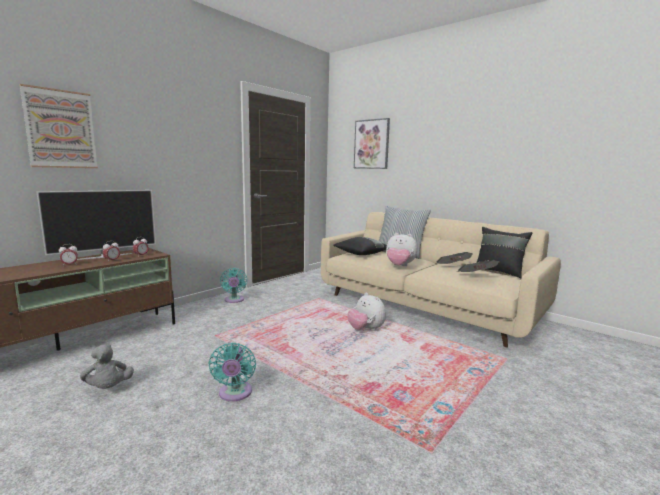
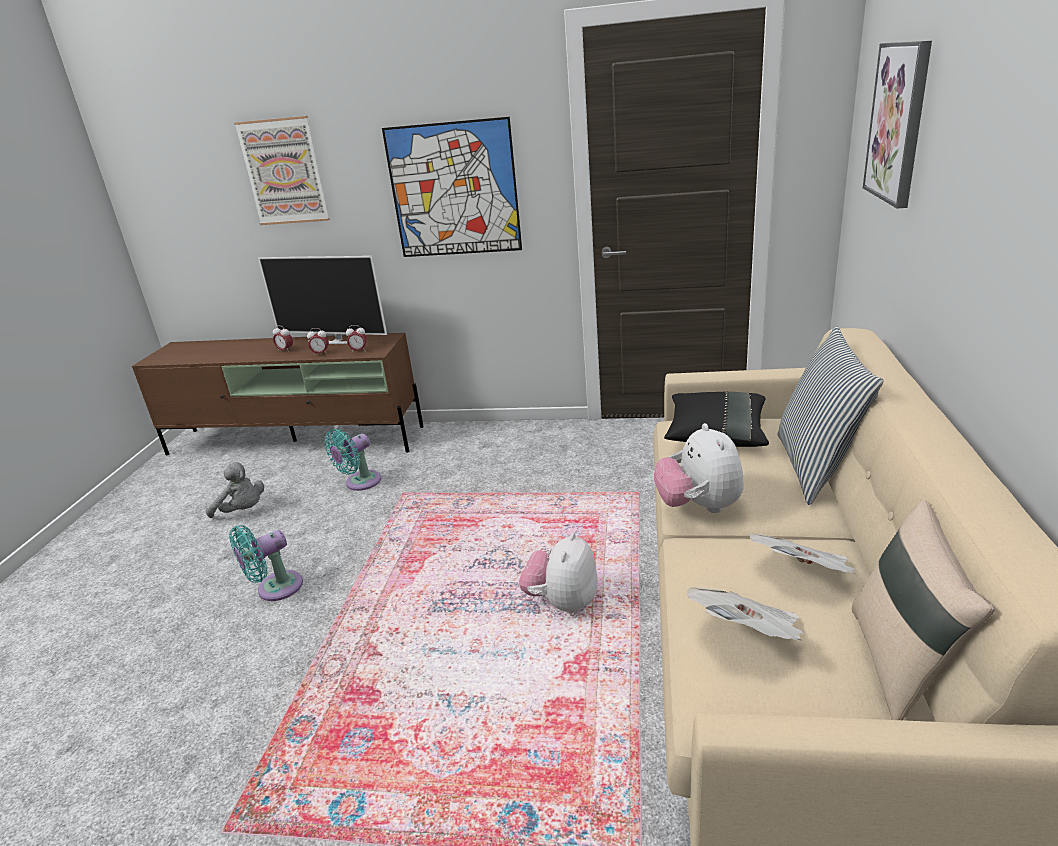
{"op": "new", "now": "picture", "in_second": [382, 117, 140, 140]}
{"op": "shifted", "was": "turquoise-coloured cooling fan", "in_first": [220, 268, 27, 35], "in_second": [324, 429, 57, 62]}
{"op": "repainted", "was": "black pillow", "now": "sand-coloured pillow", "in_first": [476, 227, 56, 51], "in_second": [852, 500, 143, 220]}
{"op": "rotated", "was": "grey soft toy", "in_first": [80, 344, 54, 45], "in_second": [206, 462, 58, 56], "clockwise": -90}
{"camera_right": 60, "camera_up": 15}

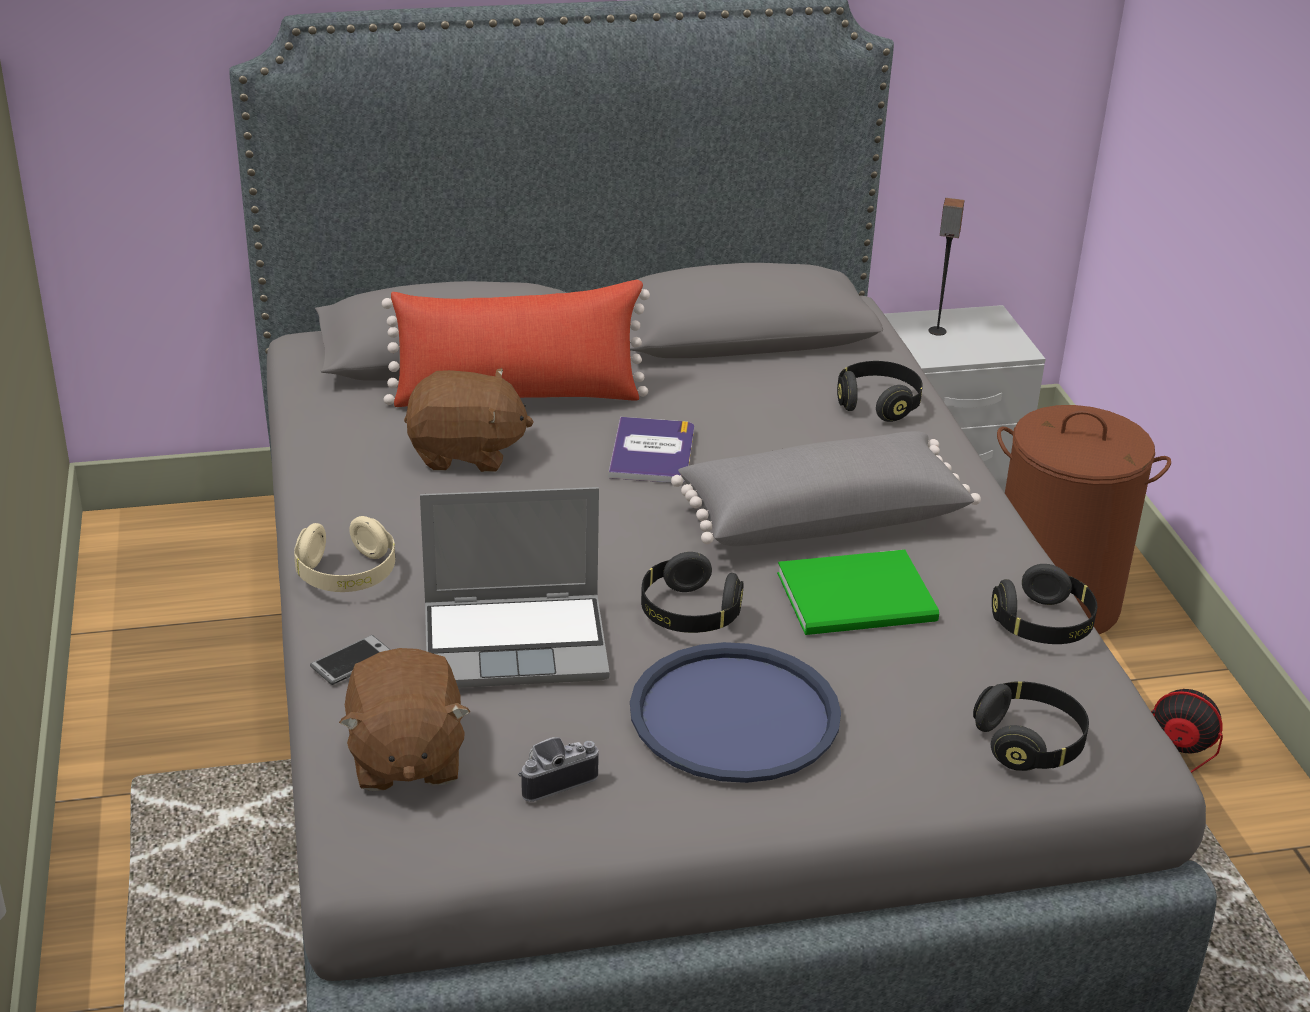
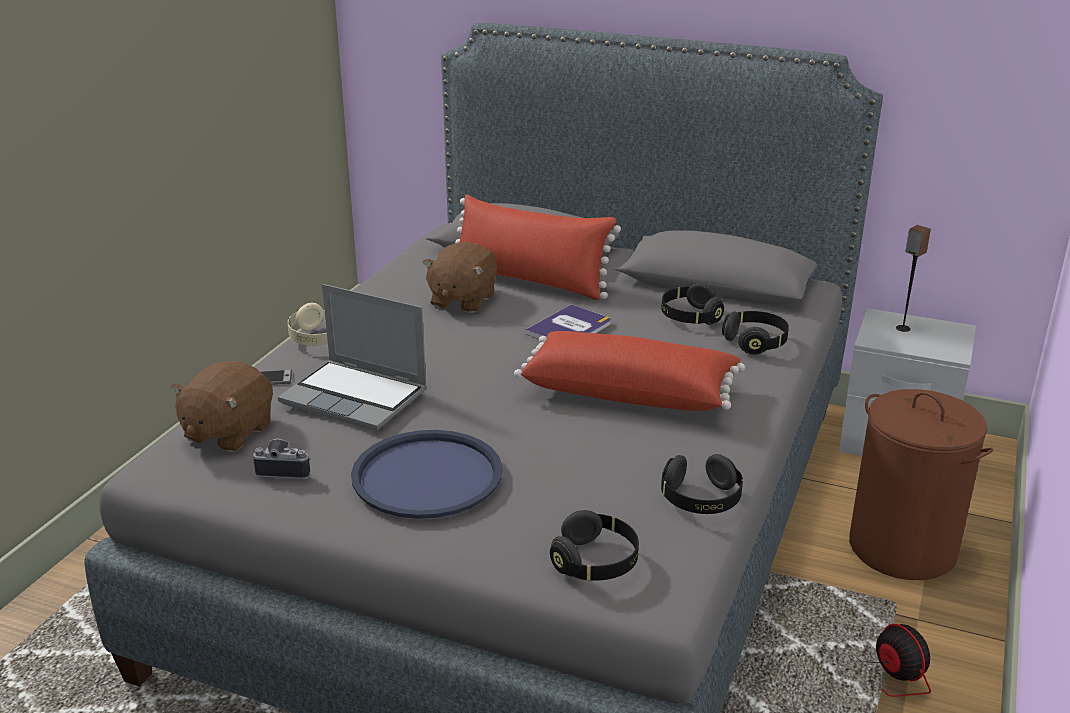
{"op": "gone", "was": "green-coloured volume", "in_first": [777, 550, 162, 85]}
{"op": "shifted", "was": "black headset", "in_first": [641, 552, 103, 81], "in_second": [662, 283, 62, 42]}
{"op": "repainted", "was": "grey pillow", "now": "red-coloured pillow", "in_first": [671, 431, 310, 115], "in_second": [514, 331, 231, 80]}
{"op": "rotated", "was": "brown soft toy", "in_first": [404, 368, 130, 104], "in_second": [422, 242, 75, 71], "clockwise": 75}
{"camera_right": 35, "camera_up": -5}

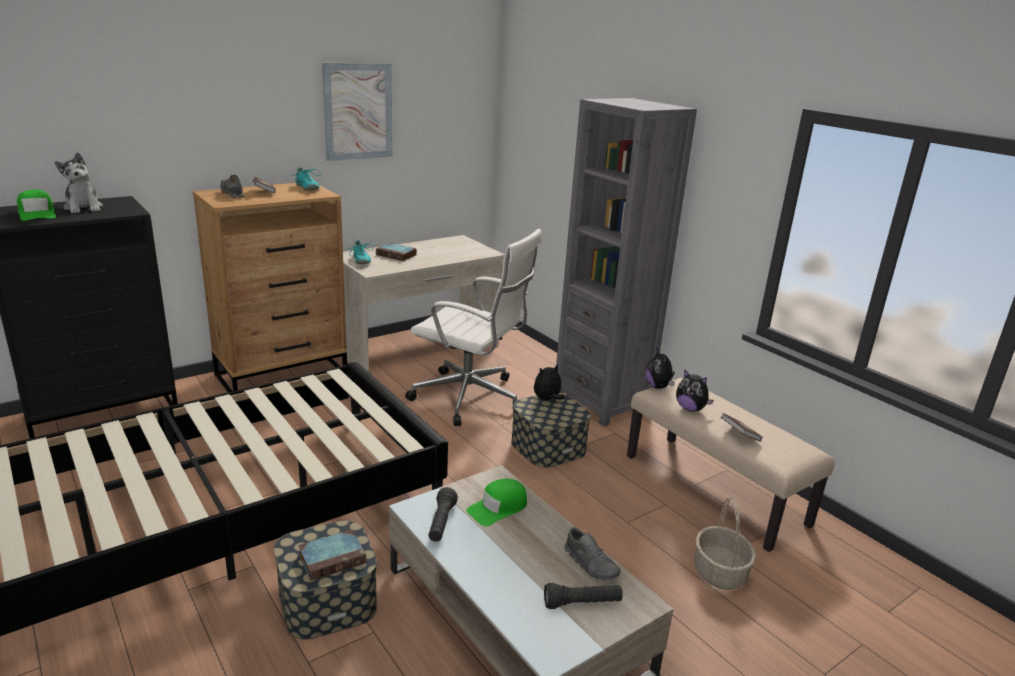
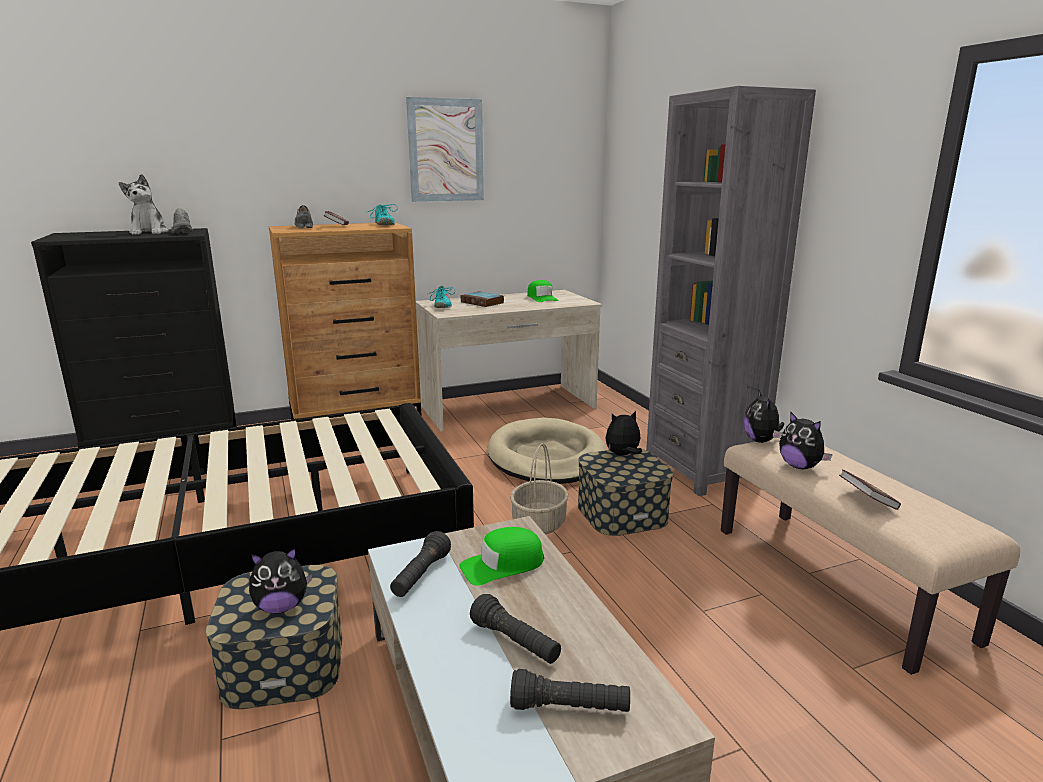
{"op": "new", "now": "black hand torch", "in_second": [470, 594, 91, 70]}
{"op": "shifted", "was": "green-coloured peaked cap", "in_first": [17, 189, 39, 32], "in_second": [527, 280, 32, 22]}
{"op": "shifted", "was": "grey shoe", "in_first": [564, 527, 56, 53], "in_second": [171, 208, 22, 26]}
{"op": "shifted", "was": "household basket", "in_first": [694, 497, 62, 93], "in_second": [510, 443, 59, 92]}
{"op": "swapped", "was": "volume", "now": "soft toy", "in_first": [298, 530, 68, 51], "in_second": [249, 548, 63, 65]}
{"op": "swapped", "was": "white-coloured desk chair", "now": "sand-coloured pet bed", "in_first": [405, 229, 137, 197], "in_second": [487, 417, 119, 67]}
{"camera_right": 15, "camera_up": -5}

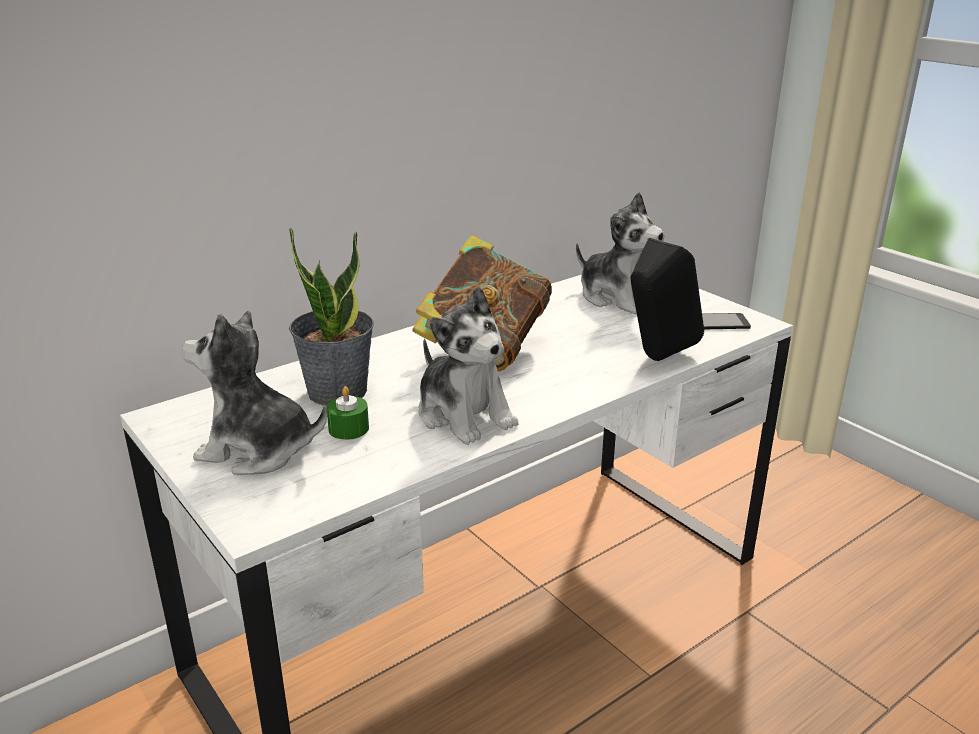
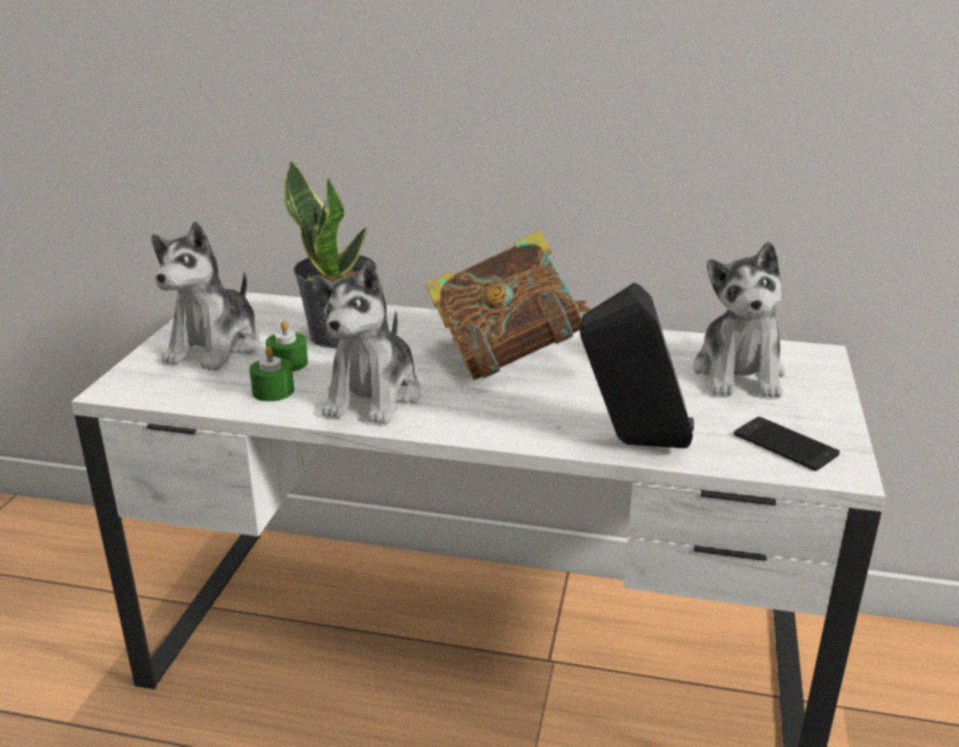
{"op": "new", "now": "green-coloured wax light", "in_second": [249, 346, 45, 55]}
{"op": "rotated", "was": "soft toy", "in_first": [181, 310, 146, 165], "in_second": [151, 221, 109, 150], "clockwise": -135}
{"camera_right": 50, "camera_up": 0}

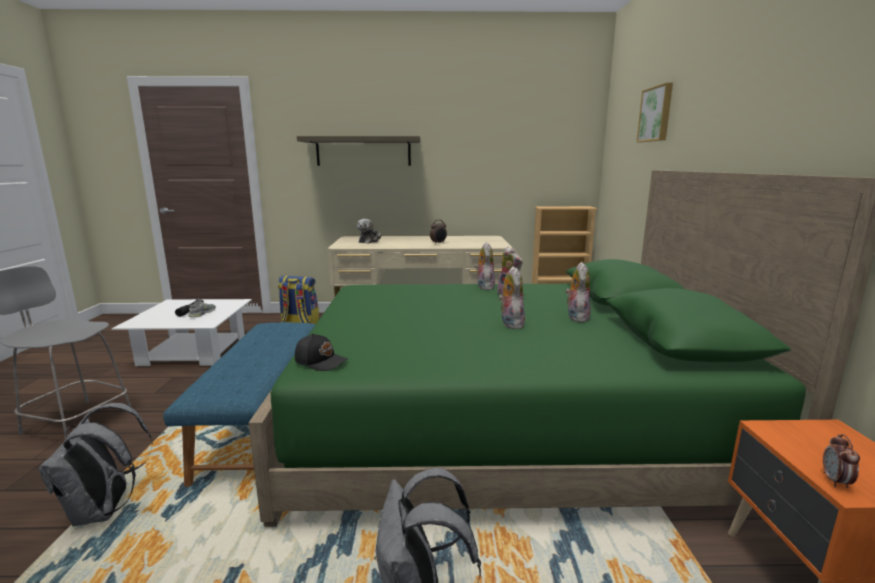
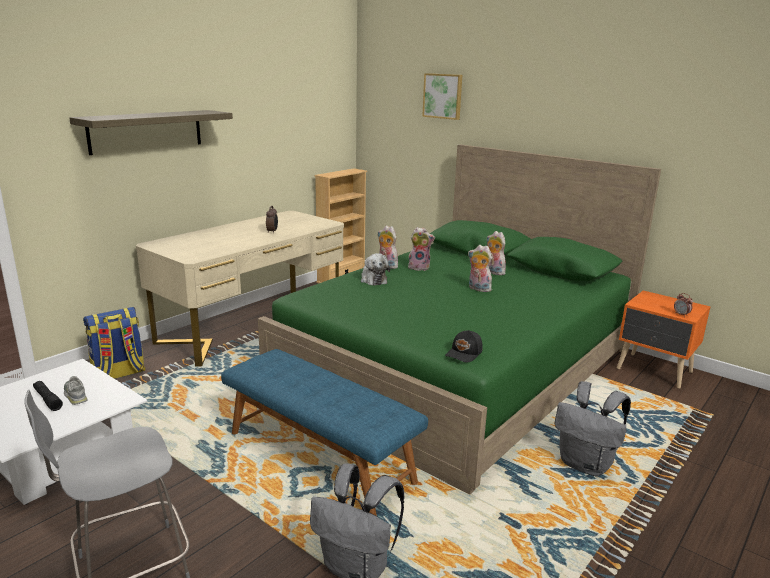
{"op": "shifted", "was": "soft toy", "in_first": [357, 219, 25, 25], "in_second": [361, 253, 29, 33]}
{"op": "rotated", "was": "black peaked cap", "in_first": [295, 334, 53, 37], "in_second": [445, 330, 38, 32], "clockwise": 150}
{"camera_right": -50, "camera_up": 5}

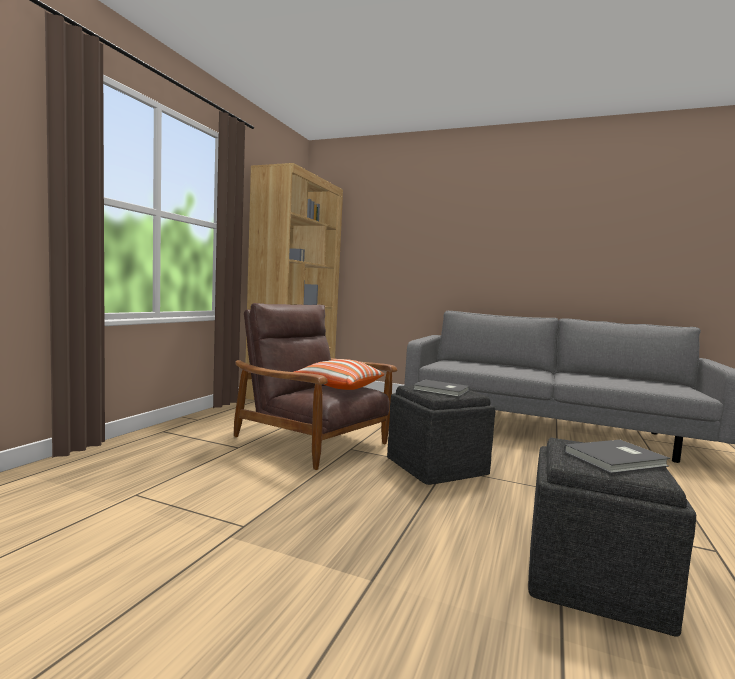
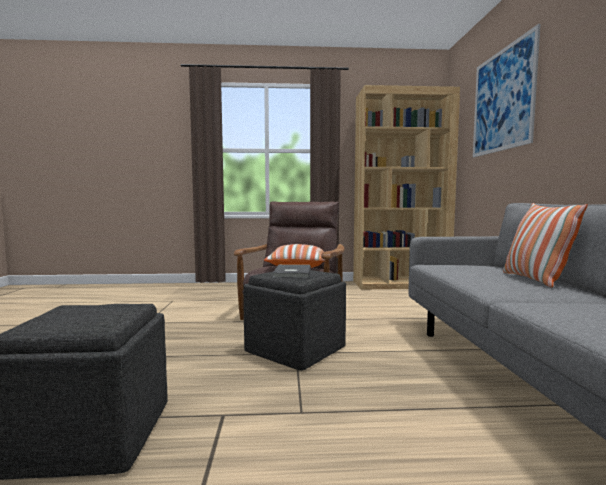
{"op": "gone", "was": "grey volume", "in_first": [564, 440, 106, 34]}
{"op": "new", "now": "picture", "in_second": [473, 24, 67, 133]}
{"op": "new", "now": "pillow", "in_second": [503, 203, 85, 84]}
{"camera_right": 65, "camera_up": 0}

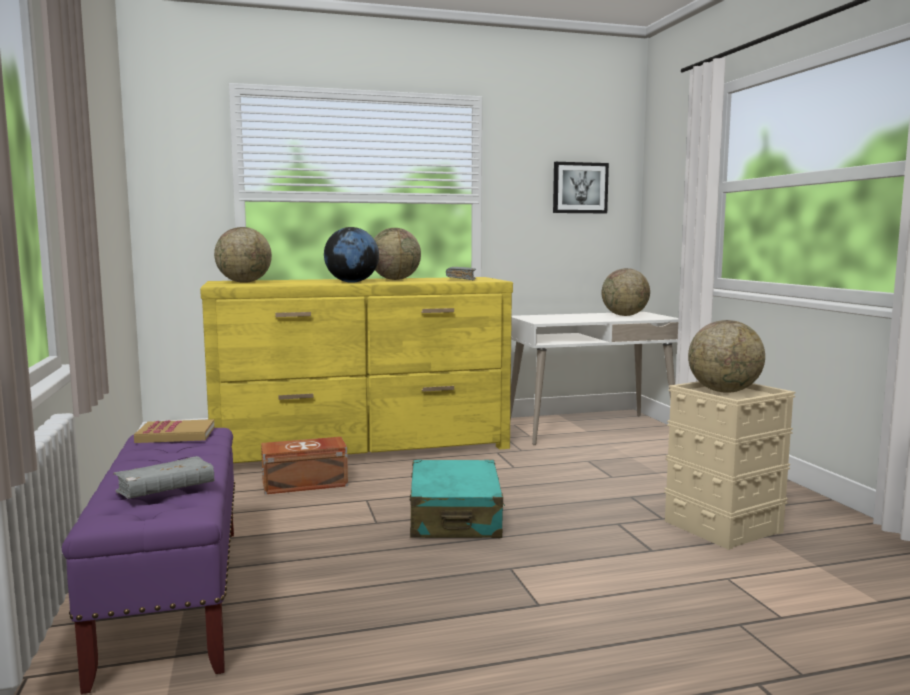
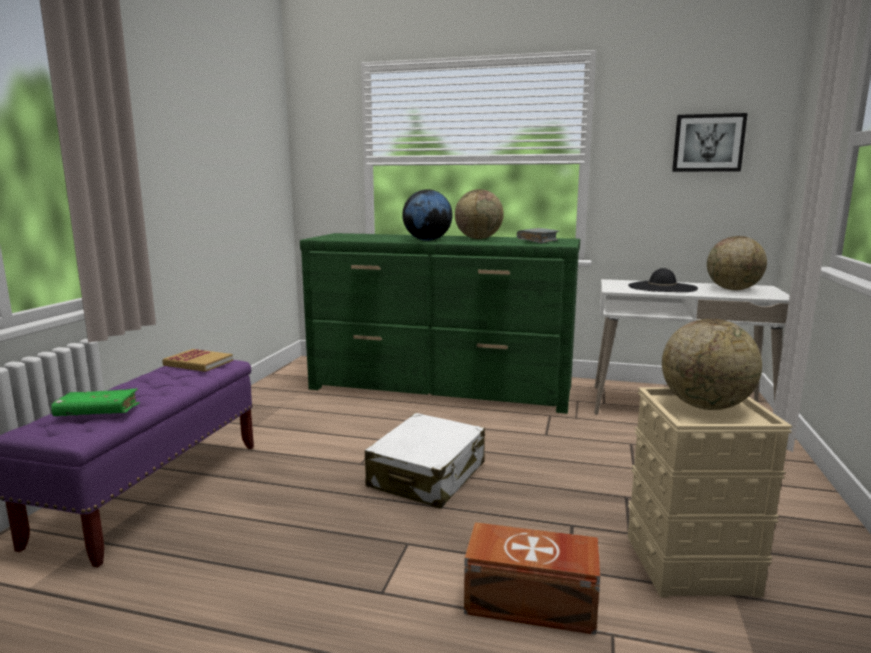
{"op": "gone", "was": "globe", "in_first": [214, 227, 58, 56]}
{"op": "new", "now": "black wearable hat", "in_second": [628, 268, 70, 24]}
{"op": "shifted", "was": "brown storage box", "in_first": [261, 437, 87, 58], "in_second": [464, 522, 136, 113]}
{"op": "repainted", "was": "grey volume", "now": "green-coloured volume", "in_first": [113, 456, 102, 43], "in_second": [51, 388, 89, 28]}
{"op": "repainted", "was": "yellow drawer chest", "now": "green-coloured drawer chest", "in_first": [200, 277, 313, 186], "in_second": [300, 233, 280, 181]}
{"op": "repainted", "was": "turquoise-coloured travel case", "now": "white-coloured travel case", "in_first": [410, 460, 95, 78], "in_second": [365, 413, 120, 96]}
{"camera_right": 30, "camera_up": 5}

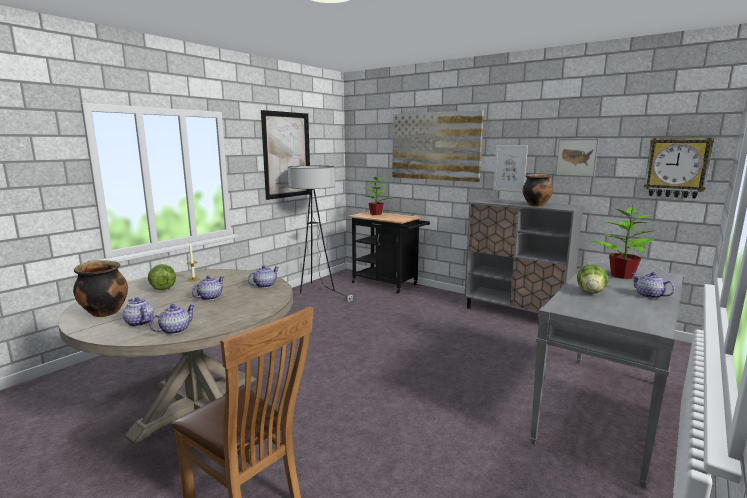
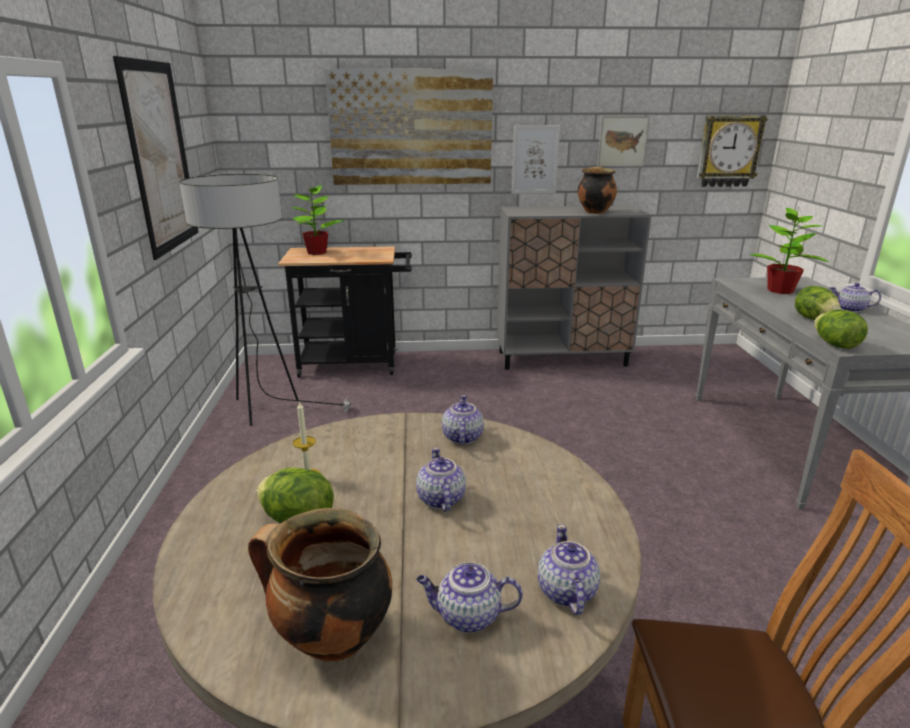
{"op": "new", "now": "head of lettuce", "in_second": [814, 309, 54, 40]}
{"camera_right": -40, "camera_up": 10}

